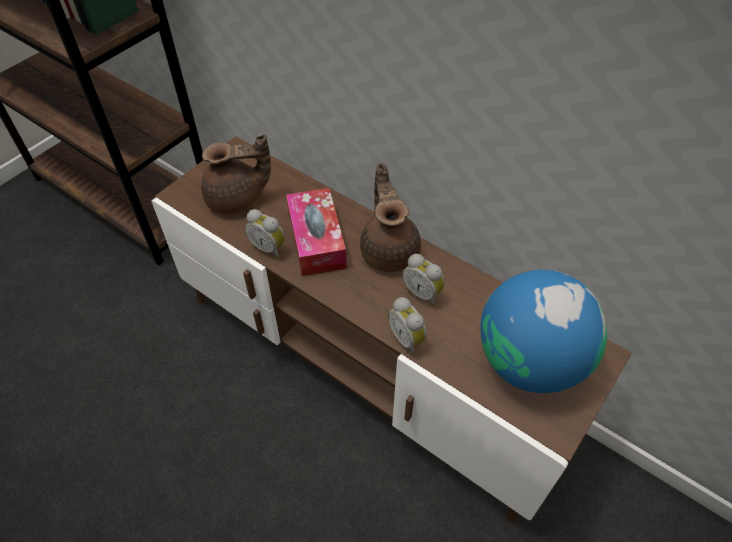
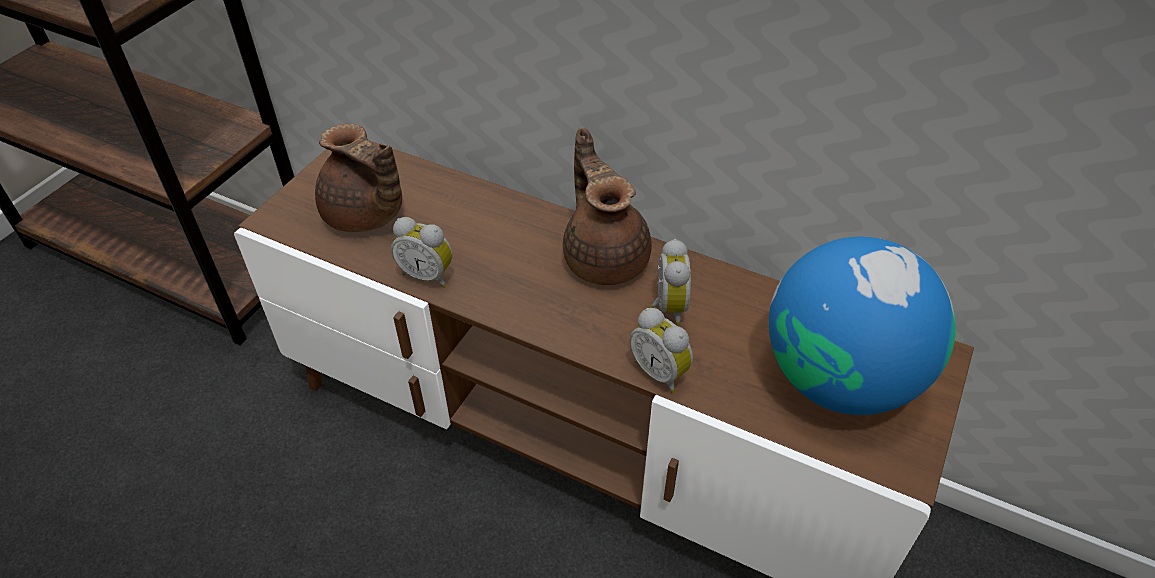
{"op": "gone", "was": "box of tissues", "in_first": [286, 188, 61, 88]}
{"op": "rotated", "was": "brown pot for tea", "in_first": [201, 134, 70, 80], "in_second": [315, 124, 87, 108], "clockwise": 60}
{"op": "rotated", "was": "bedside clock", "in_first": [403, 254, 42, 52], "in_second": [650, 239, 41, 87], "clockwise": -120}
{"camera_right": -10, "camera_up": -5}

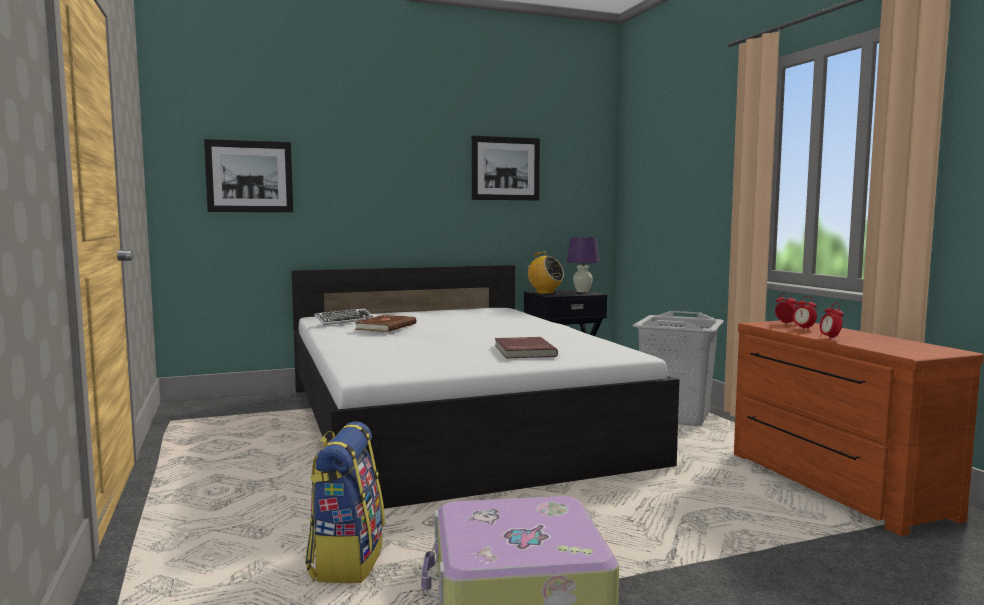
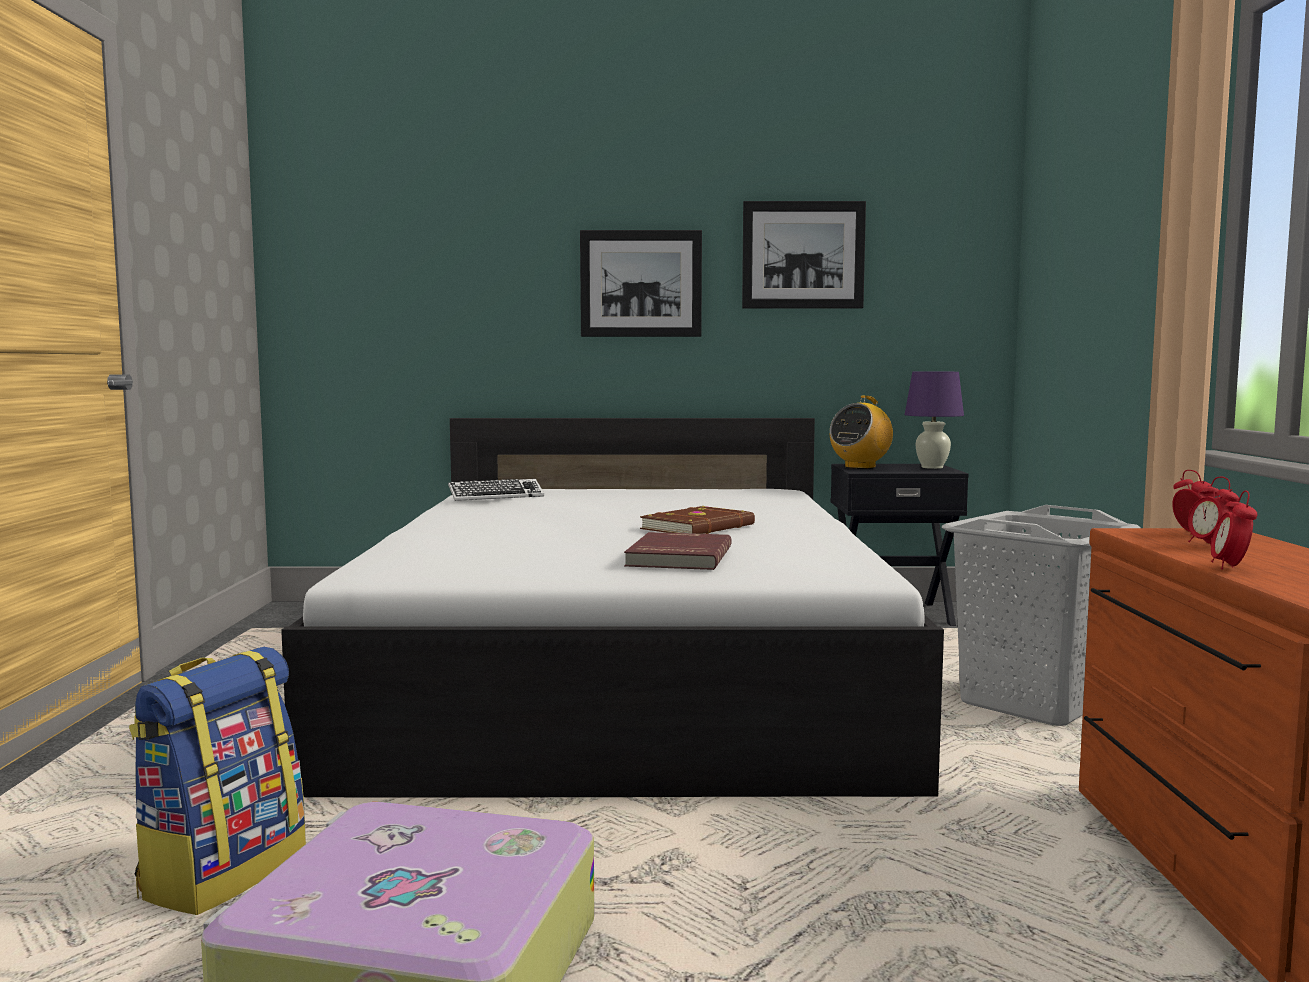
{"op": "shifted", "was": "picture", "in_first": [204, 139, 89, 73], "in_second": [580, 230, 122, 107]}
{"op": "shifted", "was": "brown volume", "in_first": [355, 315, 61, 17], "in_second": [640, 506, 115, 28]}
{"op": "rotated", "was": "radio", "in_first": [525, 252, 39, 42], "in_second": [830, 396, 63, 73], "clockwise": 75}
{"camera_right": 20, "camera_up": 0}

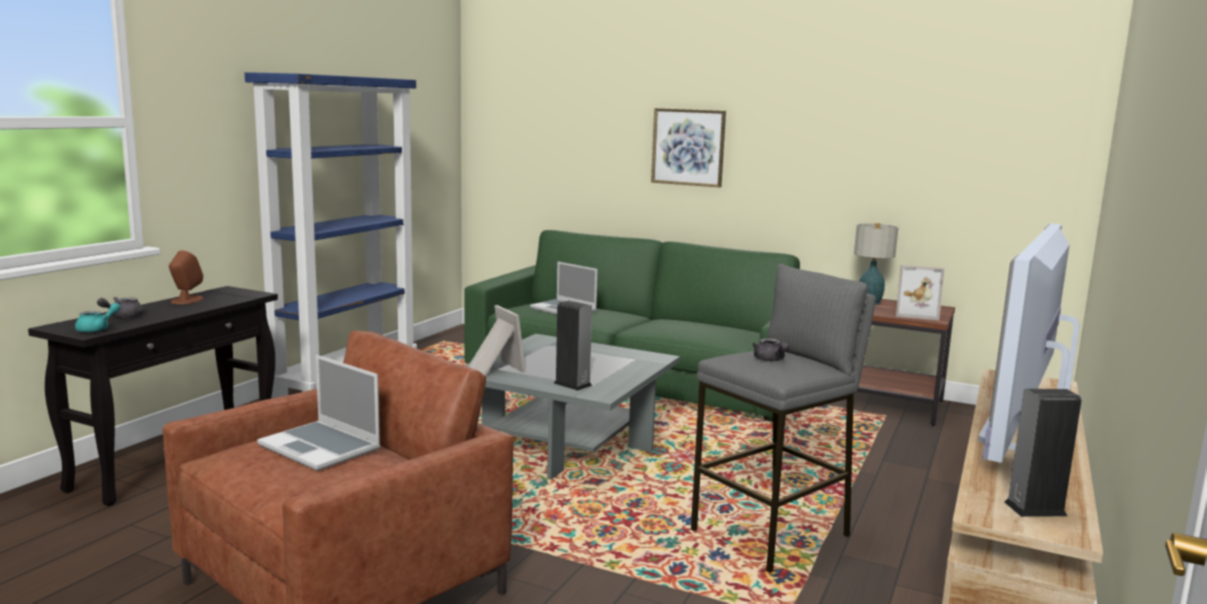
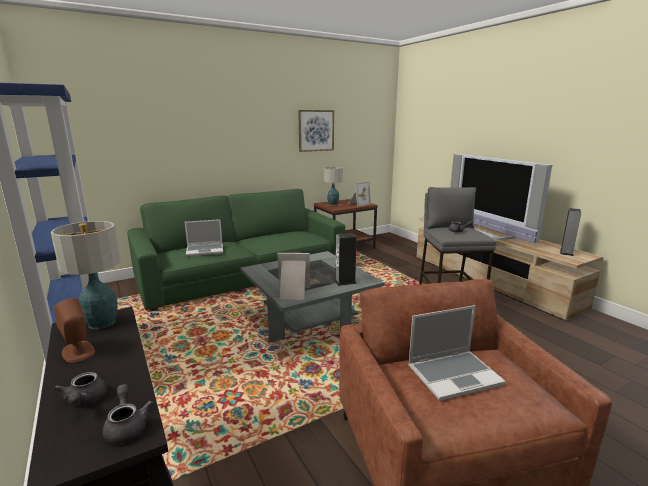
{"op": "new", "now": "lamp for a table", "in_second": [51, 221, 70, 108]}
{"op": "shifted", "was": "picture", "in_first": [651, 108, 75, 79], "in_second": [298, 110, 36, 42]}
{"op": "repainted", "was": "turquoise-coloured pot for tea", "now": "grey pot for tea", "in_first": [75, 303, 46, 30], "in_second": [102, 384, 51, 60]}
{"camera_right": -55, "camera_up": 5}

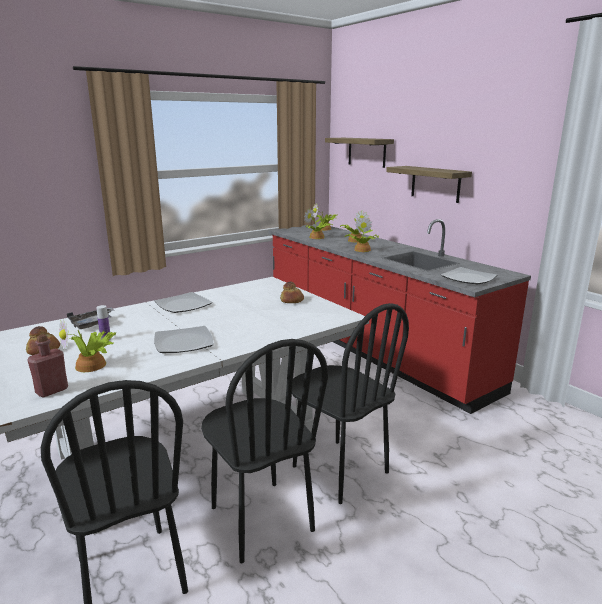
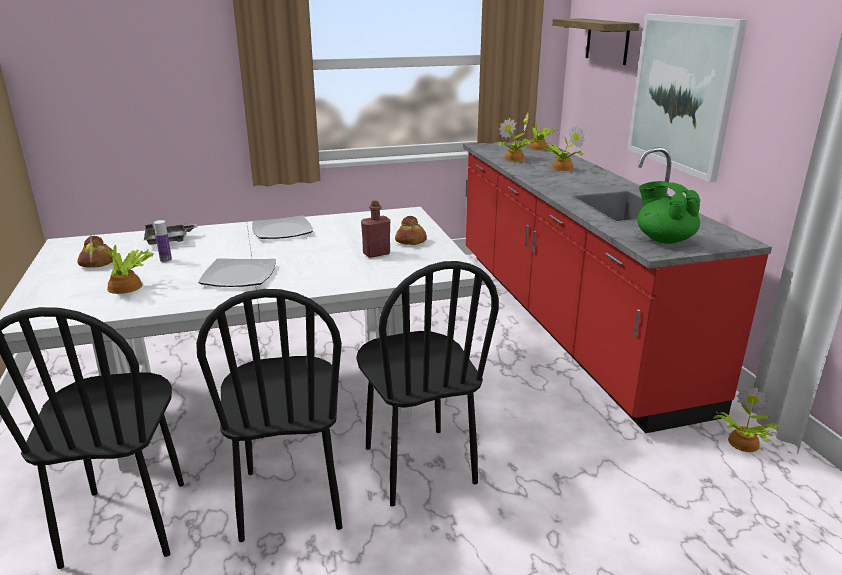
{"op": "shifted", "was": "red-coloured bottle", "in_first": [27, 334, 41, 63], "in_second": [361, 200, 29, 58]}
{"op": "shifted", "was": "houseplant", "in_first": [345, 217, 34, 35], "in_second": [713, 387, 66, 65]}
{"op": "swapped", "was": "shelf", "now": "picture", "in_first": [386, 166, 86, 37], "in_second": [627, 14, 120, 168]}
{"op": "swapped", "was": "plate", "now": "green-coloured pot for tea", "in_first": [441, 267, 56, 17], "in_second": [637, 181, 63, 63]}
{"camera_right": 20, "camera_up": 5}

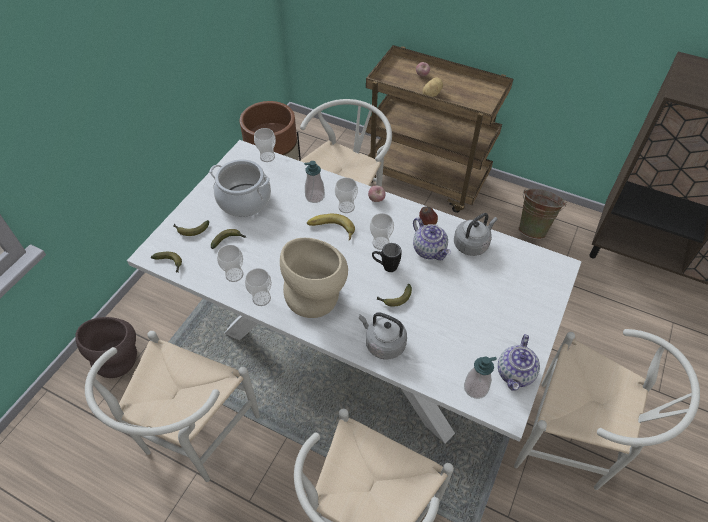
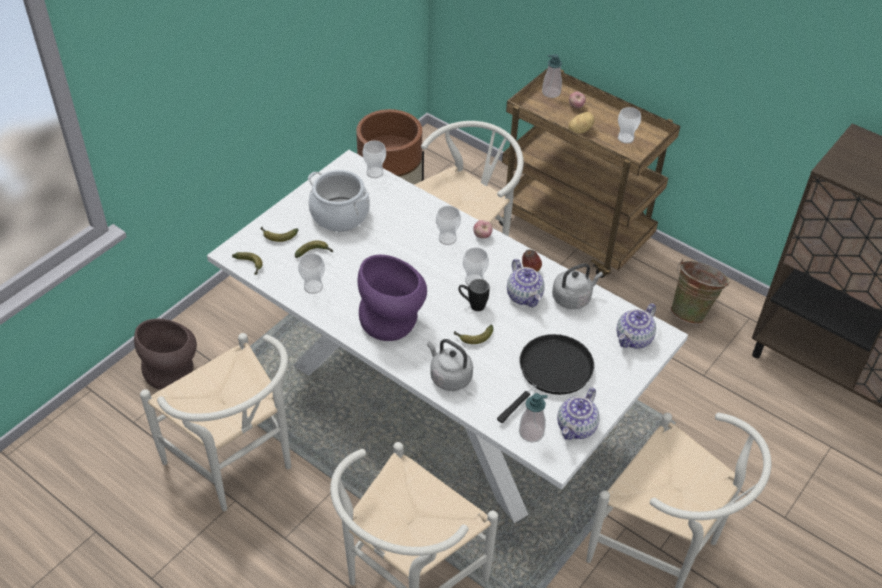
{"op": "gone", "was": "whole banana", "in_first": [307, 214, 48, 26]}
{"op": "new", "now": "black pan", "in_second": [497, 334, 97, 89]}
{"op": "new", "now": "pot for tea", "in_second": [617, 303, 39, 46]}
{"op": "shifted", "was": "drinking cup", "in_first": [245, 268, 27, 38], "in_second": [618, 107, 23, 37]}
{"op": "shifted", "was": "liquid soap bottle", "in_first": [304, 161, 21, 42], "in_second": [542, 54, 20, 44]}
{"op": "repainted", "was": "sand-coloured vase", "now": "purple-coloured vase", "in_first": [280, 238, 68, 80], "in_second": [358, 255, 69, 86]}
{"op": "rotated", "was": "white-coloured chair", "in_first": [85, 331, 175, 151], "in_second": [140, 333, 151, 178], "clockwise": -75}
{"camera_right": 10, "camera_up": -5}

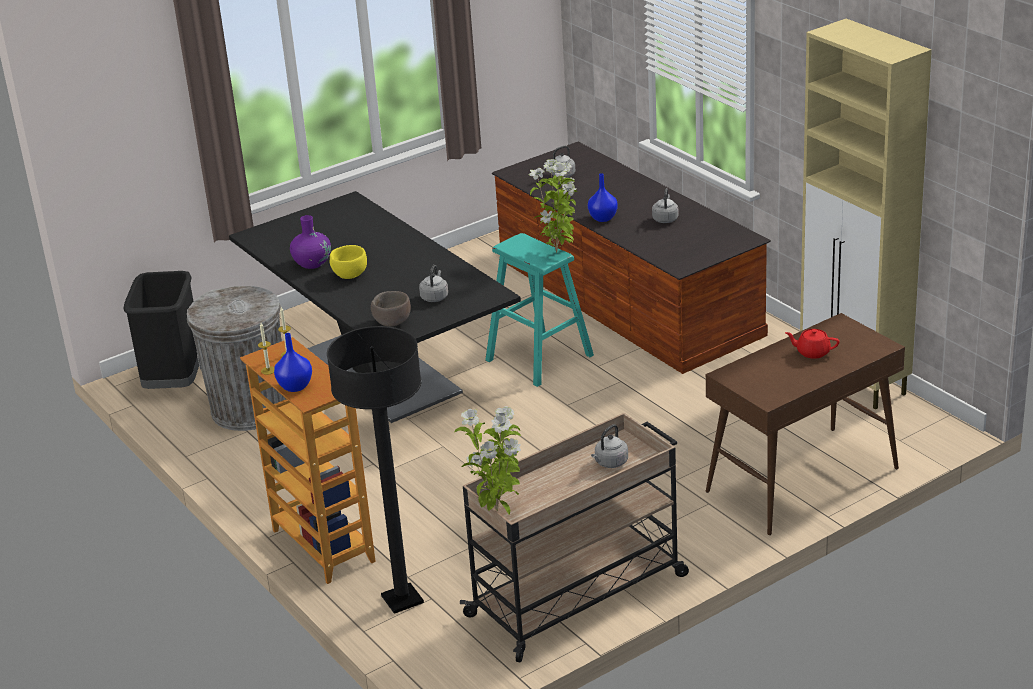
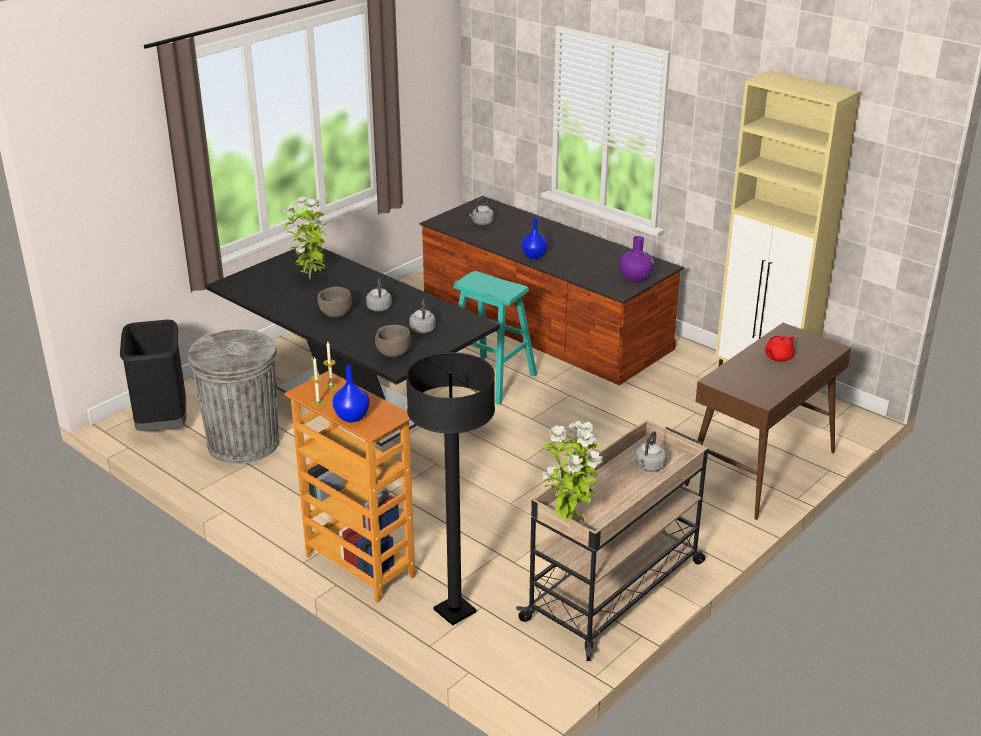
{"op": "shifted", "was": "purple-coloured vase", "in_first": [290, 215, 41, 54], "in_second": [619, 236, 36, 46]}
{"op": "shifted", "was": "houseplant", "in_first": [529, 159, 49, 94], "in_second": [282, 197, 44, 83]}
{"op": "shifted", "was": "grey tea kettle", "in_first": [652, 188, 27, 35], "in_second": [366, 278, 26, 34]}
{"op": "repainted", "was": "yellow deep dish", "now": "brown deep dish", "in_first": [330, 245, 37, 34], "in_second": [317, 287, 35, 31]}
{"op": "rotated", "was": "red-coloured pot for tea", "in_first": [785, 329, 54, 30], "in_second": [765, 336, 30, 26], "clockwise": -45}
{"camera_right": -15, "camera_up": 0}

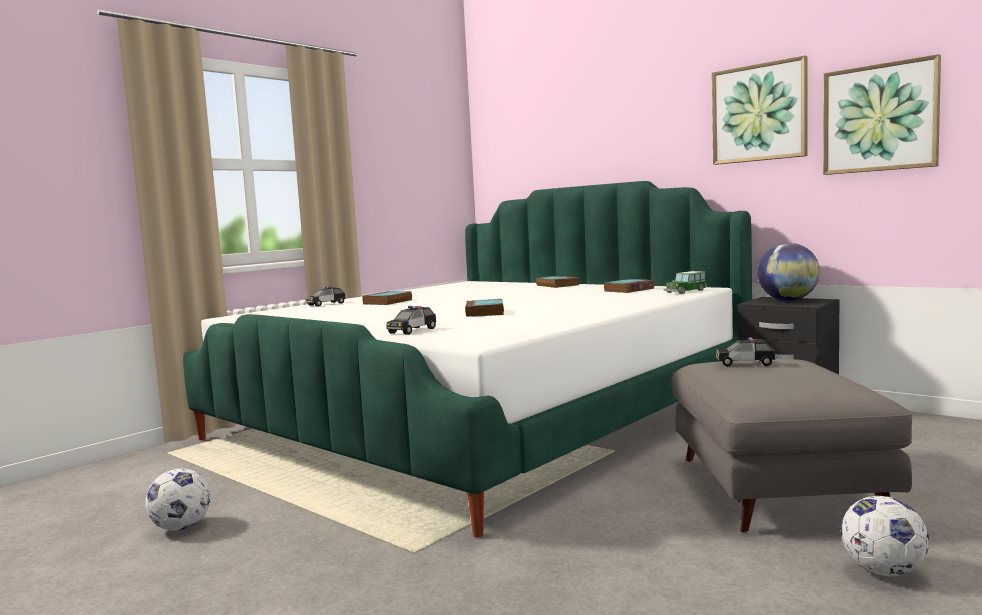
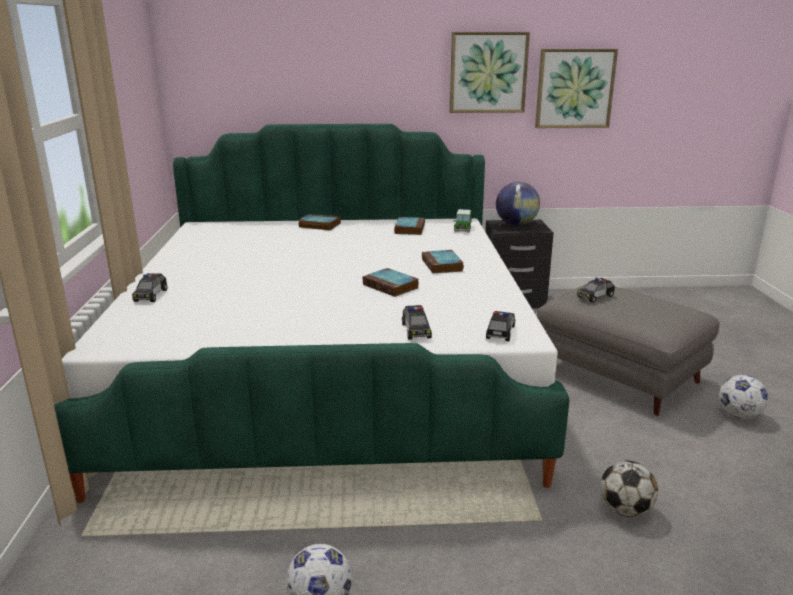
{"op": "new", "now": "miniature car", "in_second": [486, 311, 29, 30]}
{"op": "new", "now": "football", "in_second": [600, 460, 58, 57]}
{"op": "shifted", "was": "volume", "in_first": [362, 291, 50, 14], "in_second": [422, 250, 42, 24]}
{"camera_right": -45, "camera_up": 15}

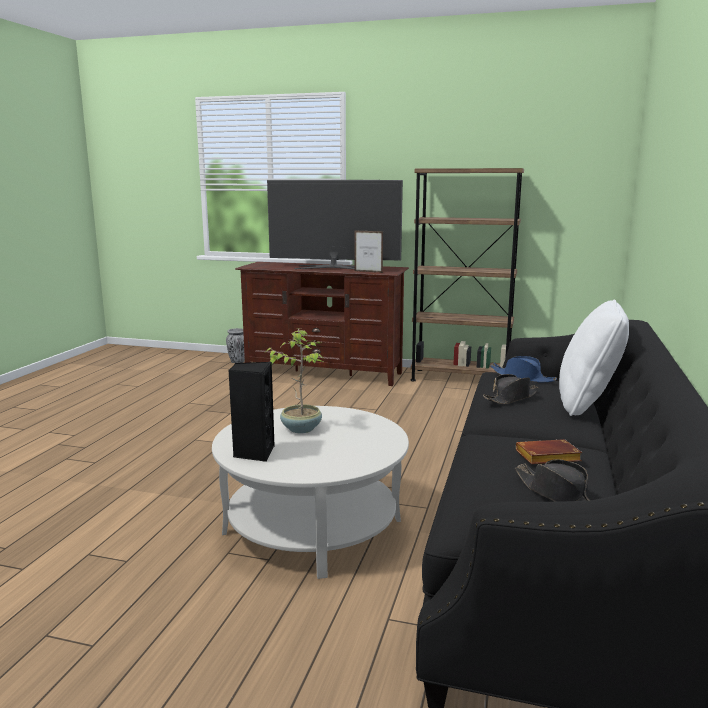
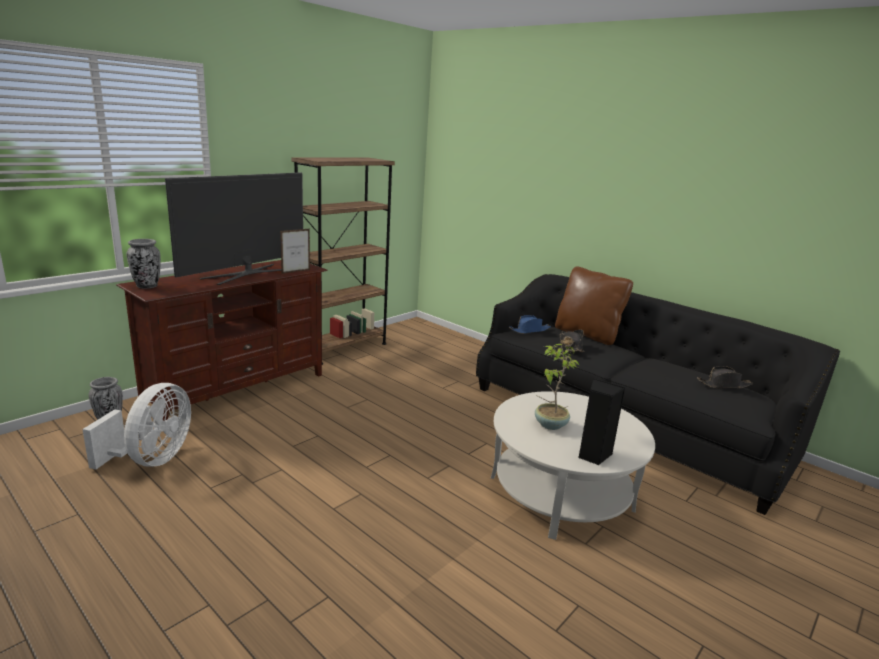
{"op": "gone", "was": "brown volume", "in_first": [516, 439, 66, 25]}
{"op": "new", "now": "white-coloured cooling fan", "in_second": [82, 383, 109, 86]}
{"op": "new", "now": "vase", "in_second": [126, 239, 35, 49]}
{"op": "repainted", "was": "white-coloured pillow", "now": "brown pillow", "in_first": [559, 300, 70, 116], "in_second": [555, 267, 78, 78]}
{"camera_right": -65, "camera_up": 5}

